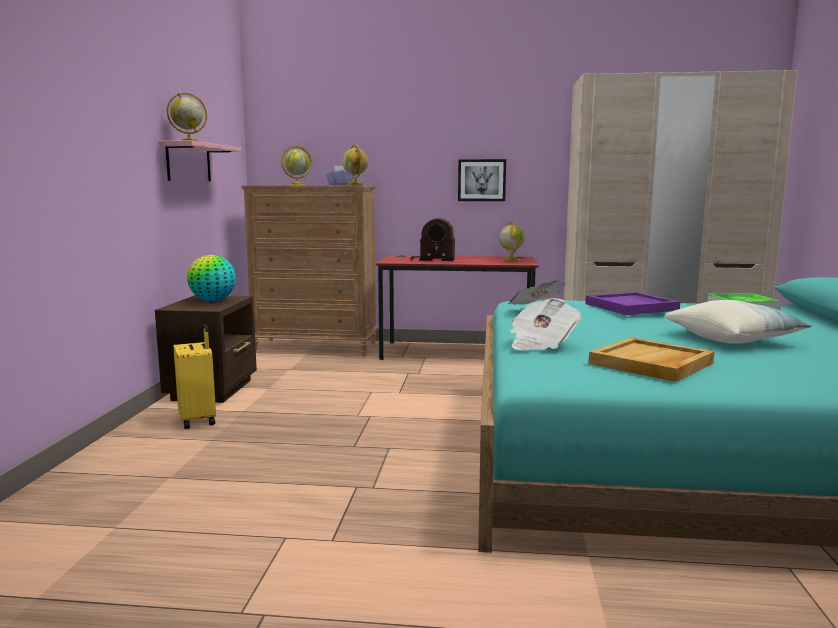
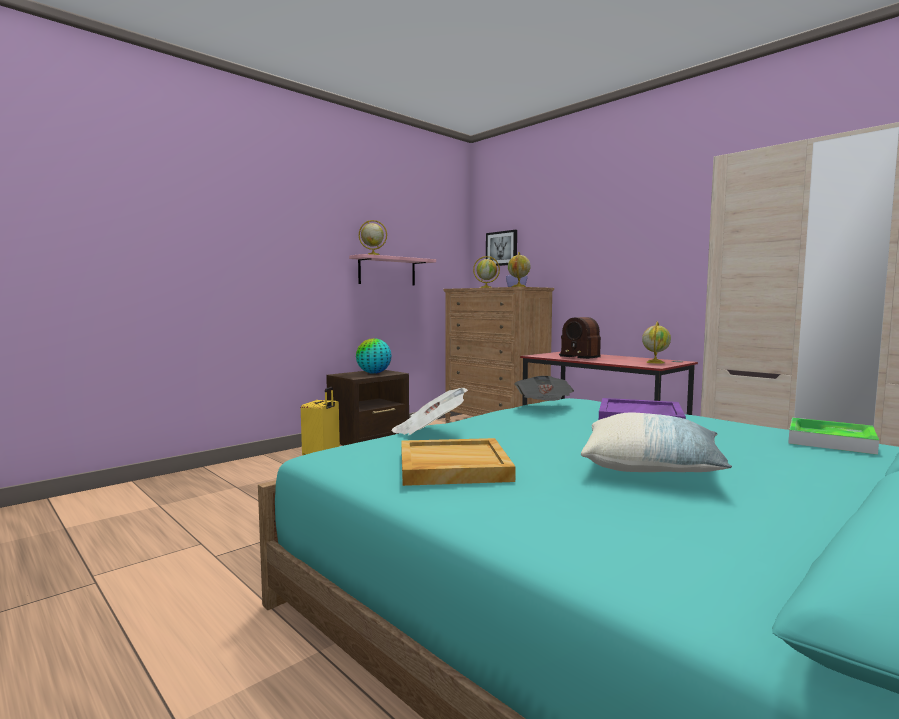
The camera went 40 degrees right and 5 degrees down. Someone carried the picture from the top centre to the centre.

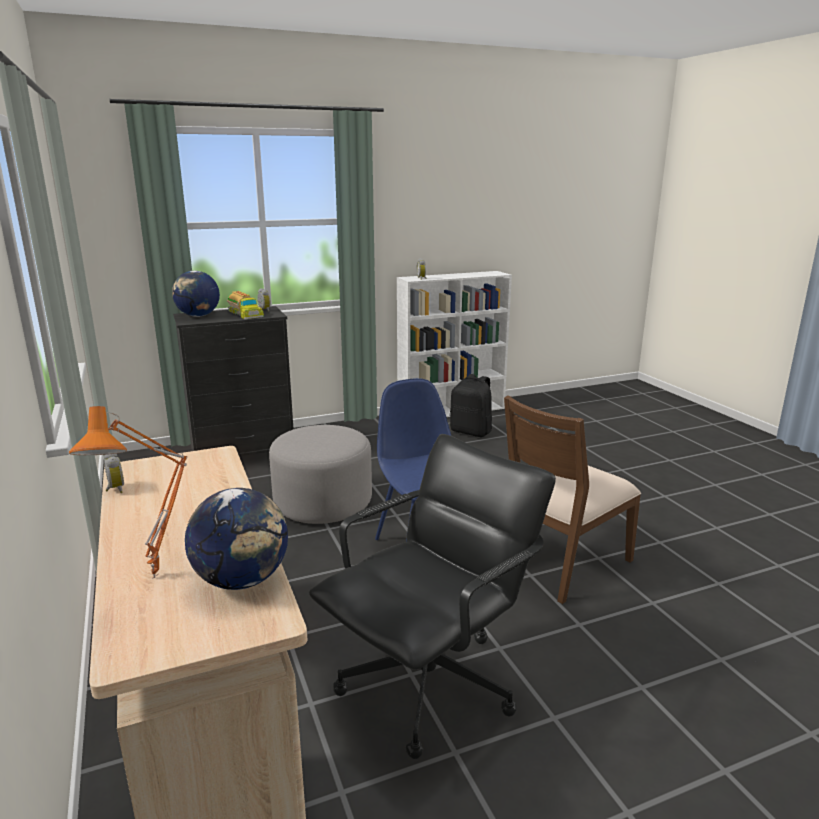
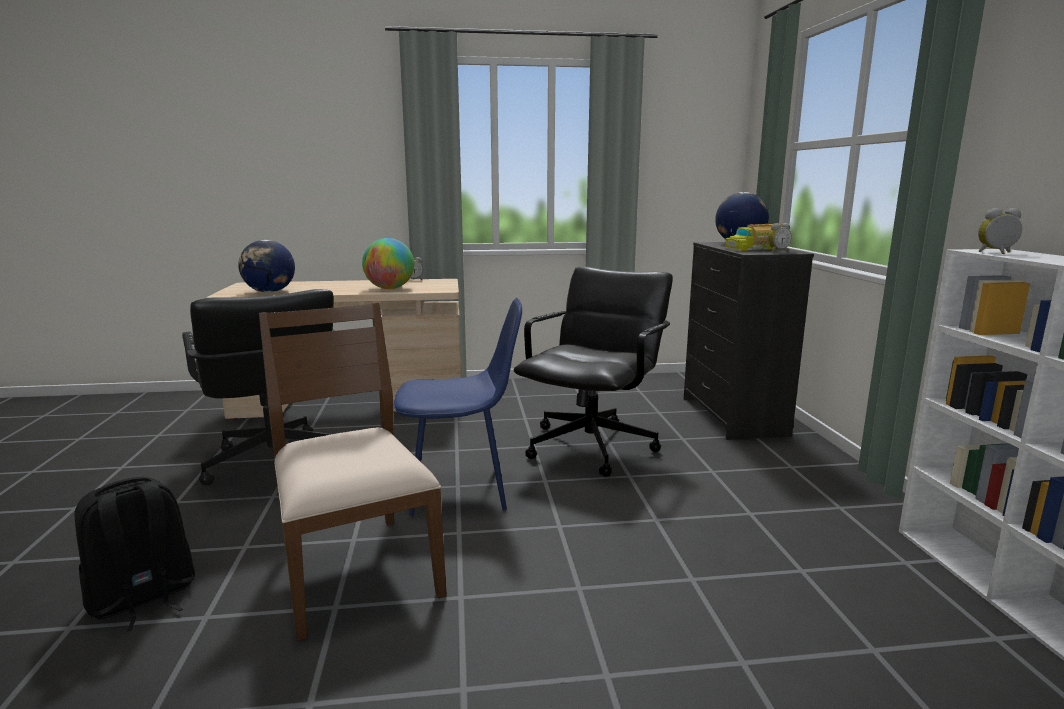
The camera went 105 degrees right and 5 degrees down. Someone took away the table lamp (orange) at the middle left. Someone swapped the ottoman (grey) at the centre for the office chair (black) (2nd from left) at the centre. Someone carried the backpack (black) from the centre to the bottom left. Someone put down the globe (2nd from left) at the centre.

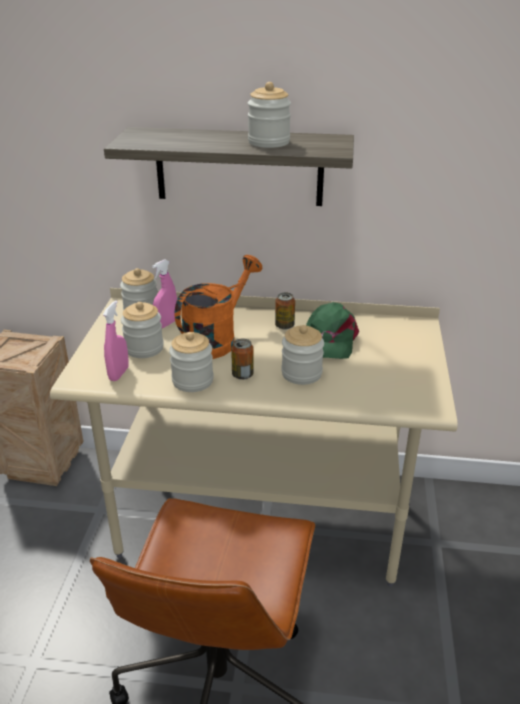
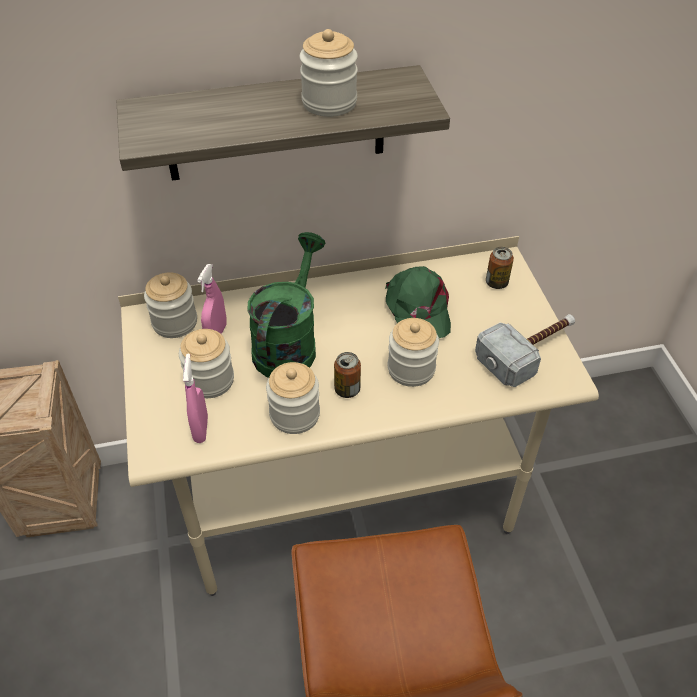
The camera went 20 degrees left and 15 degrees up. Someone repainted the watering can (orange) at the centre, which became the watering can (green) at the centre. Someone carried the can (2nd from left) from the centre to the middle right. Someone put down the hammer at the middle right.

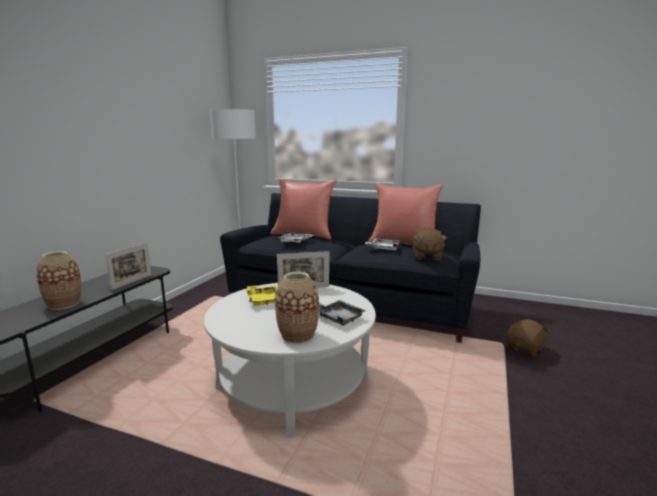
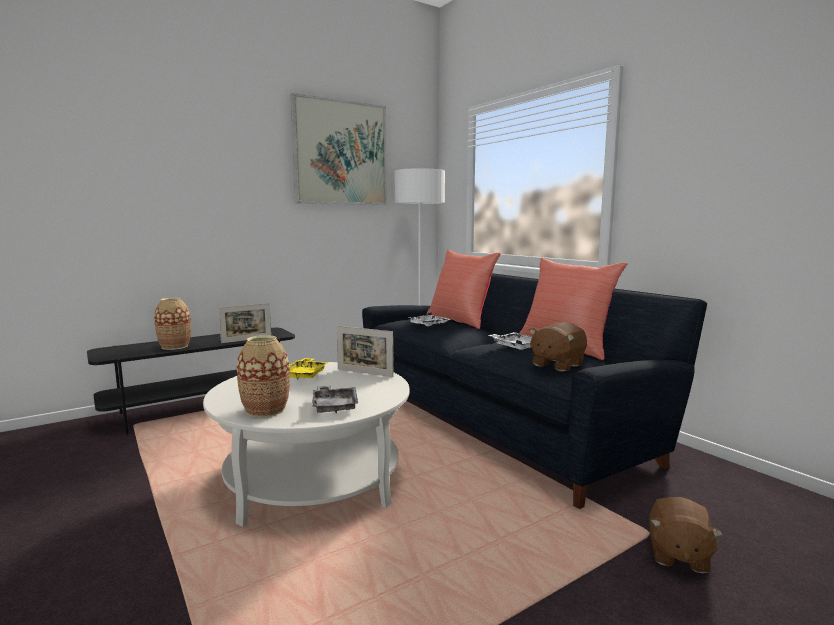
The camera went 35 degrees right and 5 degrees down. Someone rotated the plush toy (brown) (2nd from left) at the bottom right by 120 degrees clockwise. Someone put up the picture at the top centre.

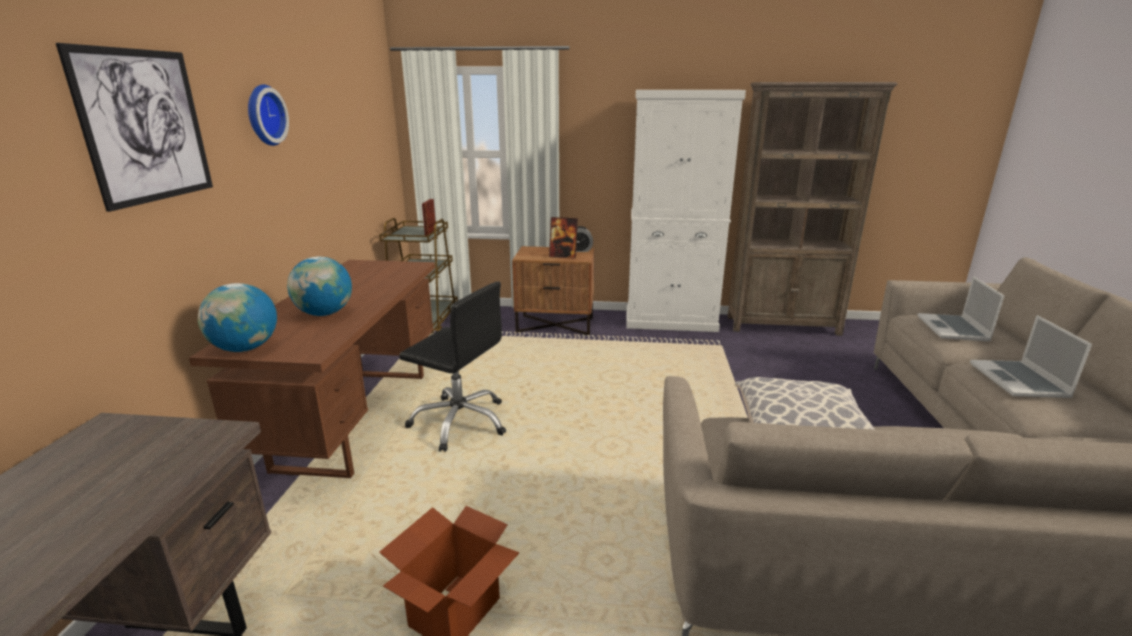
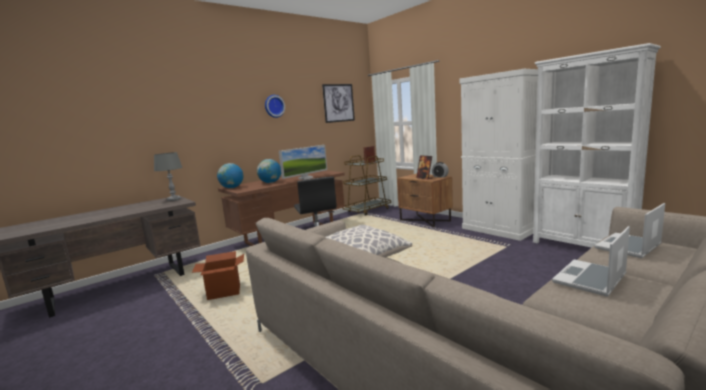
The camera went 45 degrees right and 10 degrees down. Someone carried the picture from the top left to the top centre. Someone repainted the bookcase (brown) at the top right, which became the bookcase (white) at the middle right. Someone put down the table lamp (grey) at the middle left. Someone put down the monitor at the centre.

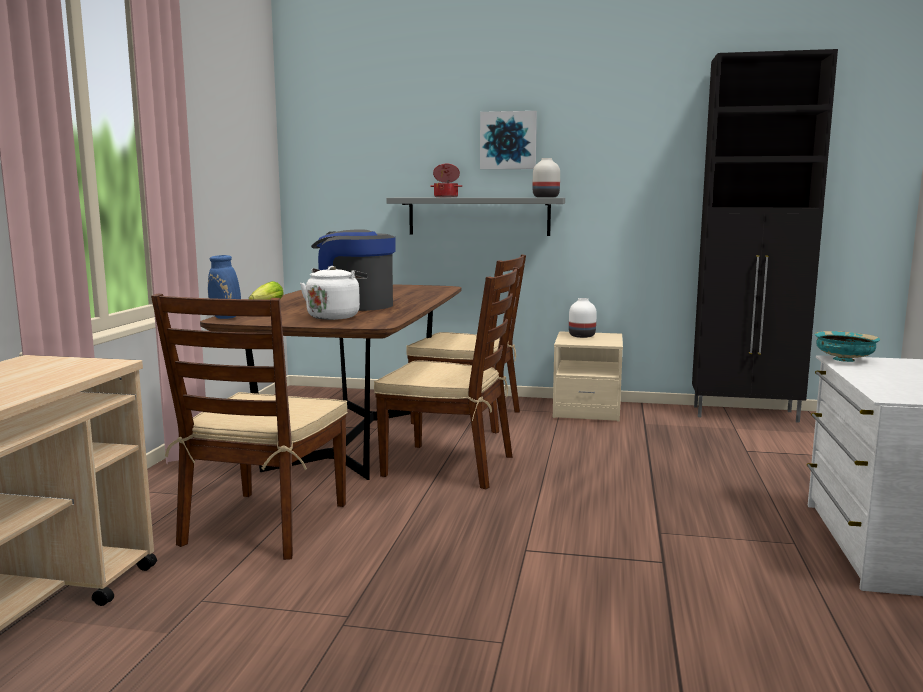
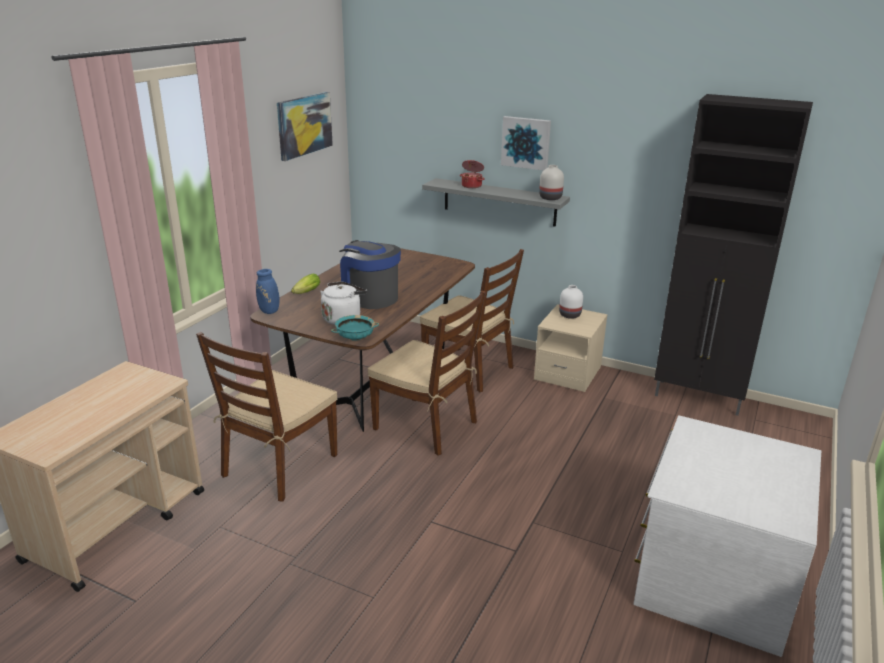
The camera went 15 degrees right and 15 degrees up. Someone carried the bowl (turquoise) from the middle right to the centre. Someone put up the picture (1st from left) at the top centre.

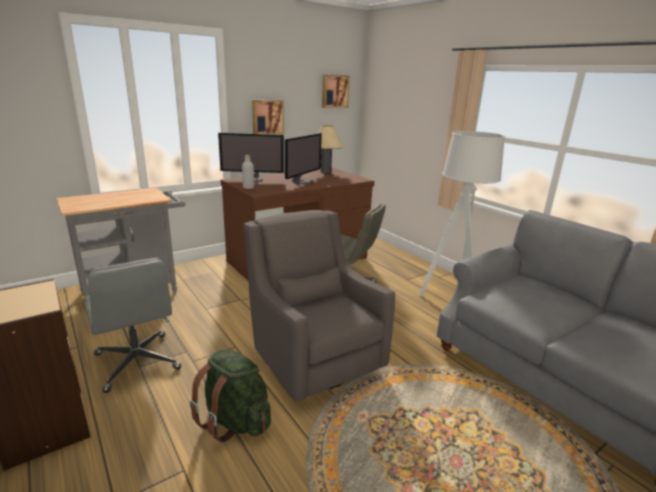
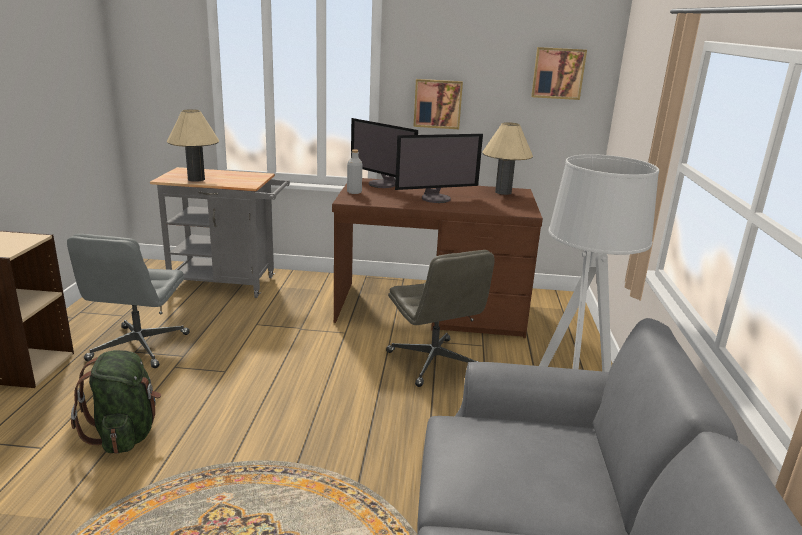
The camera went 40 degrees right and 0 degrees up. Someone took away the armchair (grey) at the centre. Someone put down the table lamp (beige) (1st from left) at the top left.

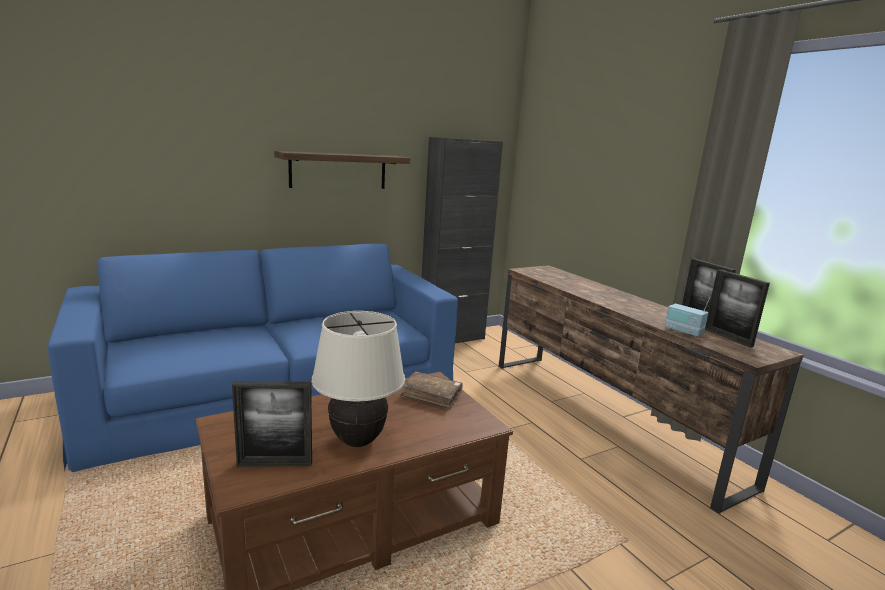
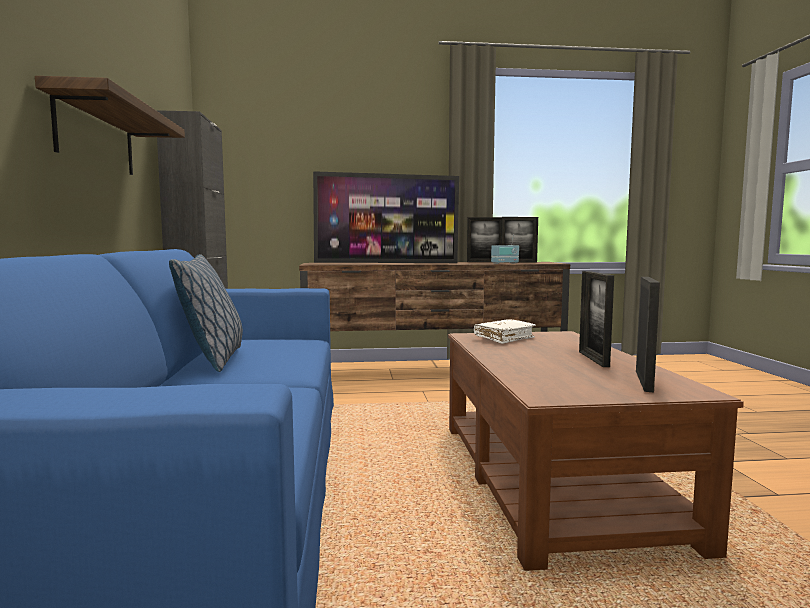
The camera went 65 degrees left and 10 degrees down. Someone swapped the table lamp (beige) at the centre for the picture frame (3rd from left) at the middle right. Someone repainted the book (brown) at the centre, which became the book (white) at the centre. Someone put down the pillow at the middle left. Someone put down the television at the centre.

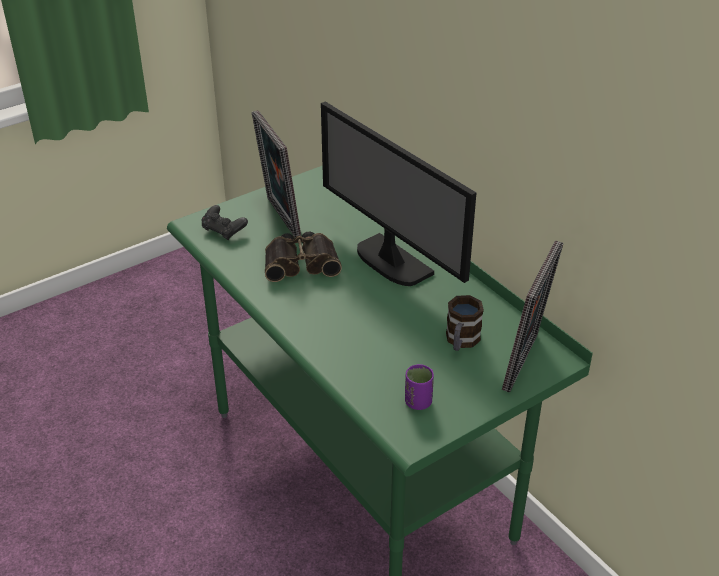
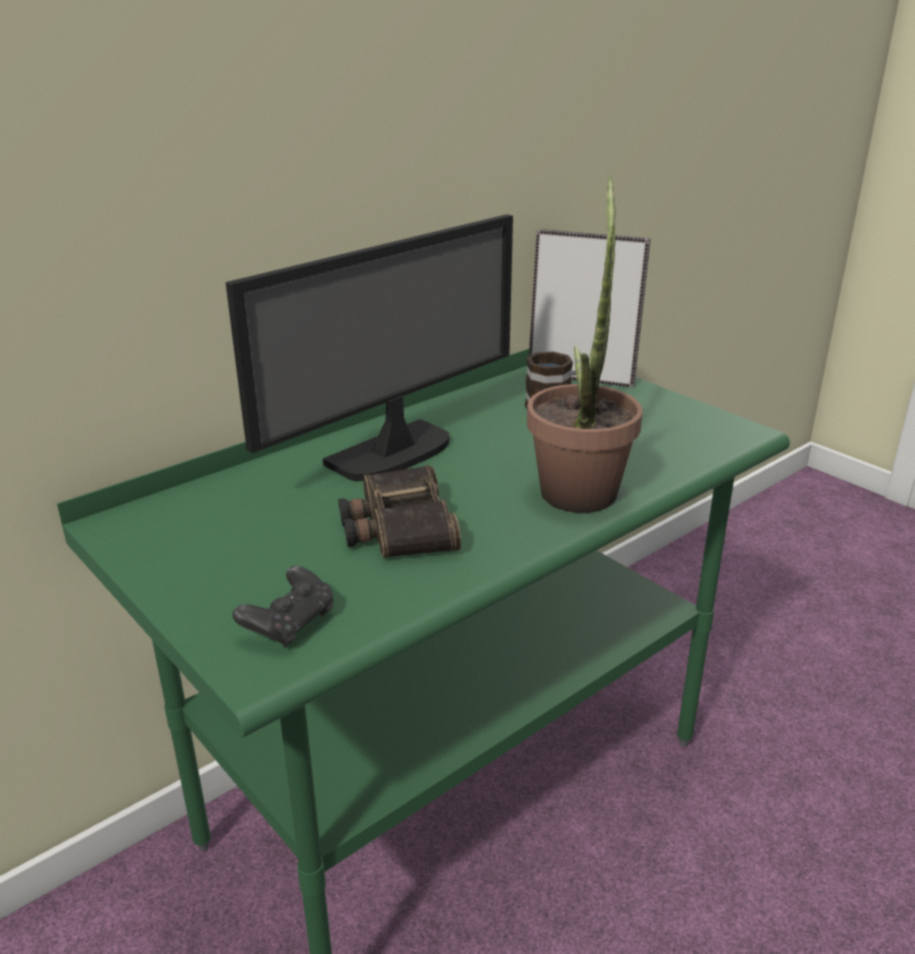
The camera went 95 degrees left and 10 degrees down. Someone took away the picture frame (1st from left) at the top centre. Someone took away the cup (purple) at the bottom centre. Someone put down the potted plant at the centre.

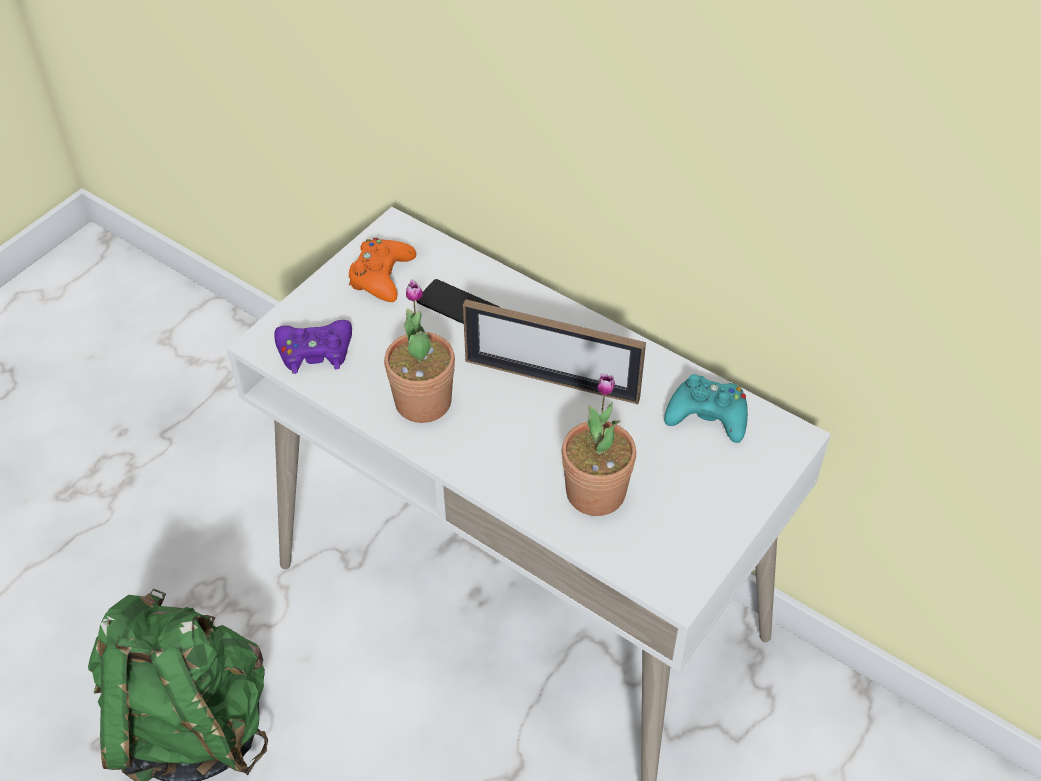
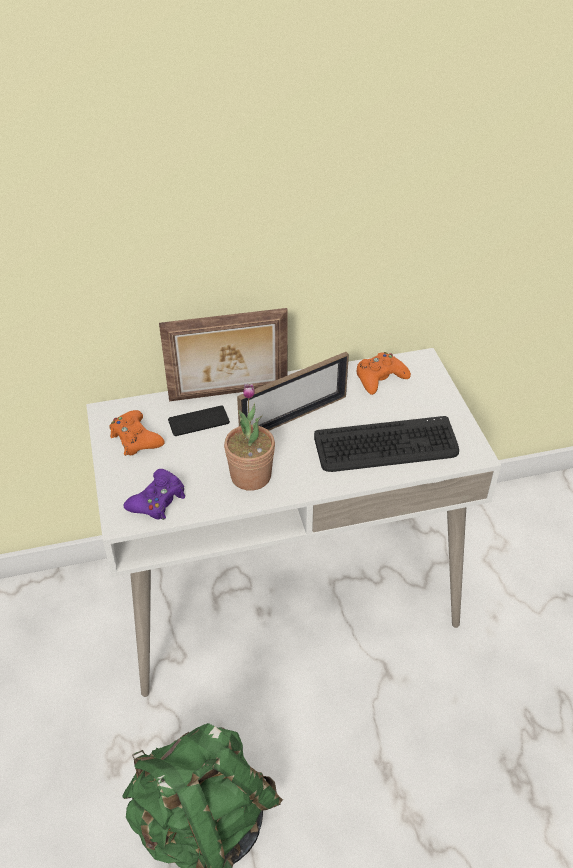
The camera went 50 degrees left and 5 degrees down. Someone swapped the potted plant (2nd from left) at the centre for the keyboard at the middle right. Someone repainted the game controller (turquoise) at the middle right, which became the game controller (orange) (2nd from left) at the middle right. Someone put down the picture frame (1st from left) at the centre.

